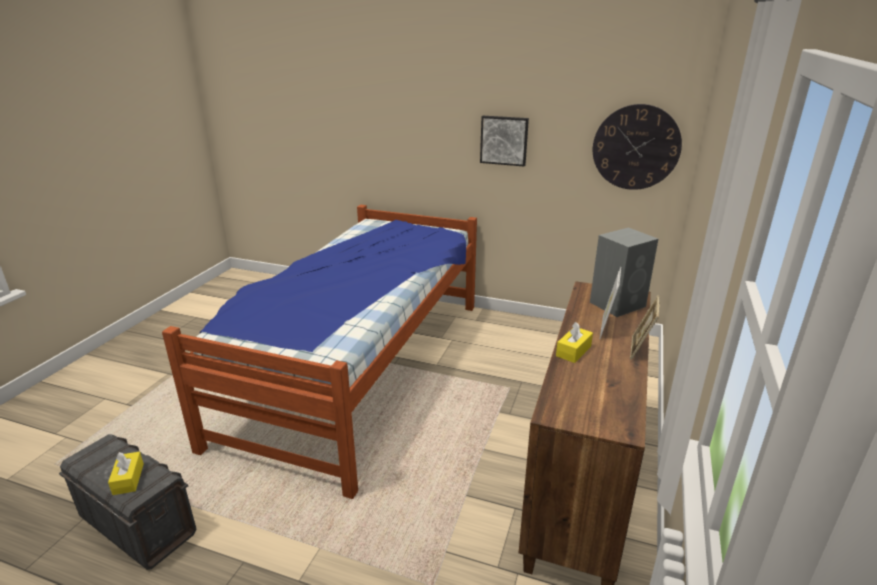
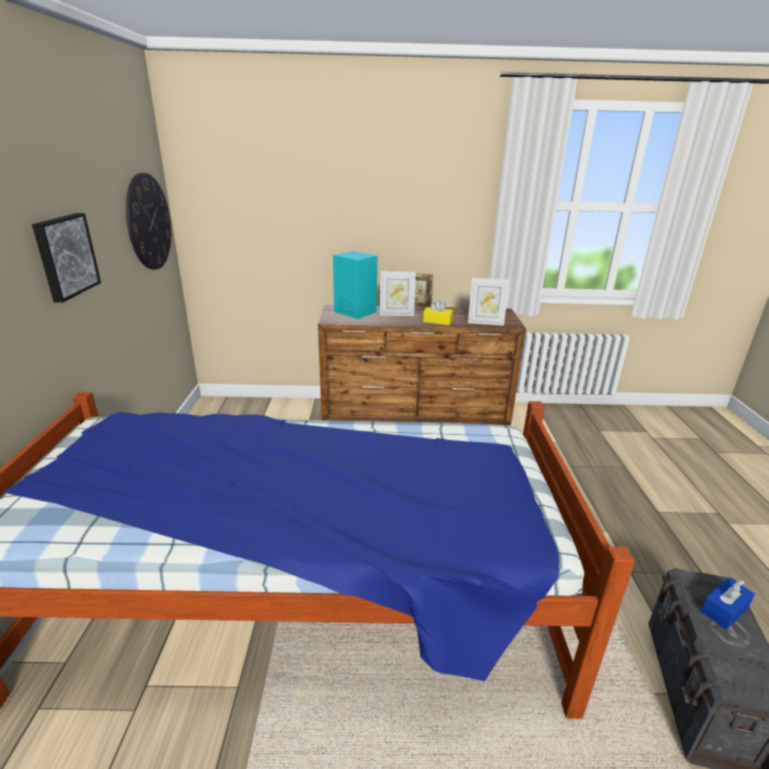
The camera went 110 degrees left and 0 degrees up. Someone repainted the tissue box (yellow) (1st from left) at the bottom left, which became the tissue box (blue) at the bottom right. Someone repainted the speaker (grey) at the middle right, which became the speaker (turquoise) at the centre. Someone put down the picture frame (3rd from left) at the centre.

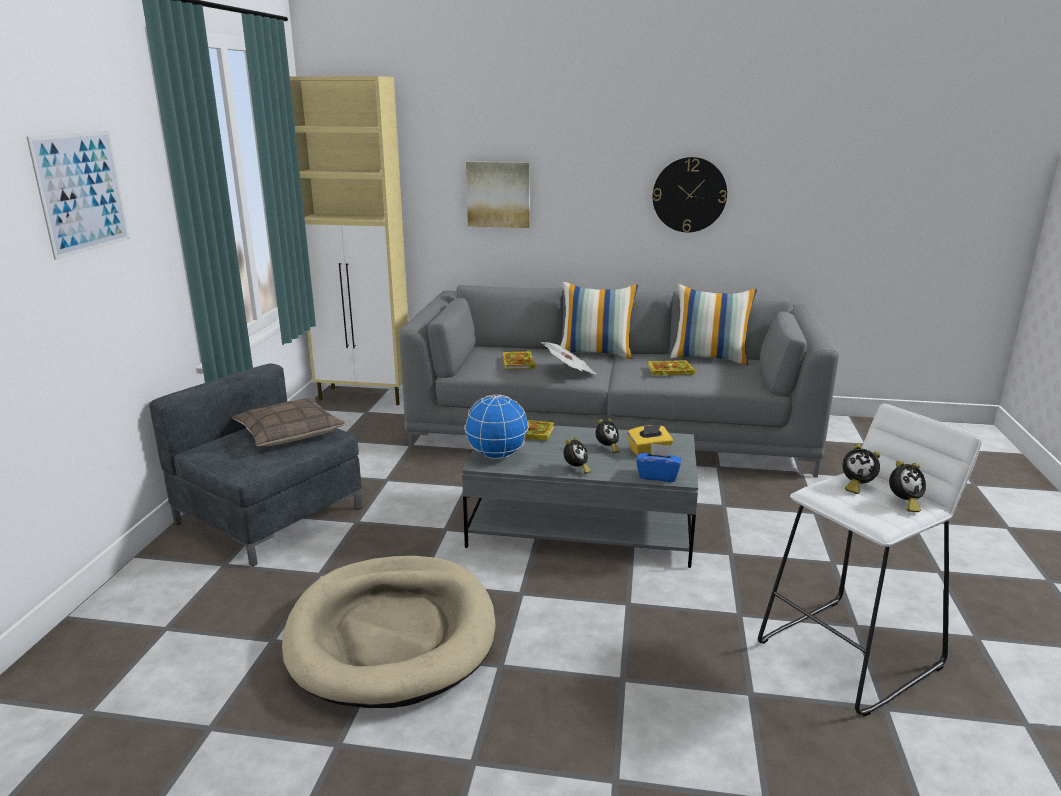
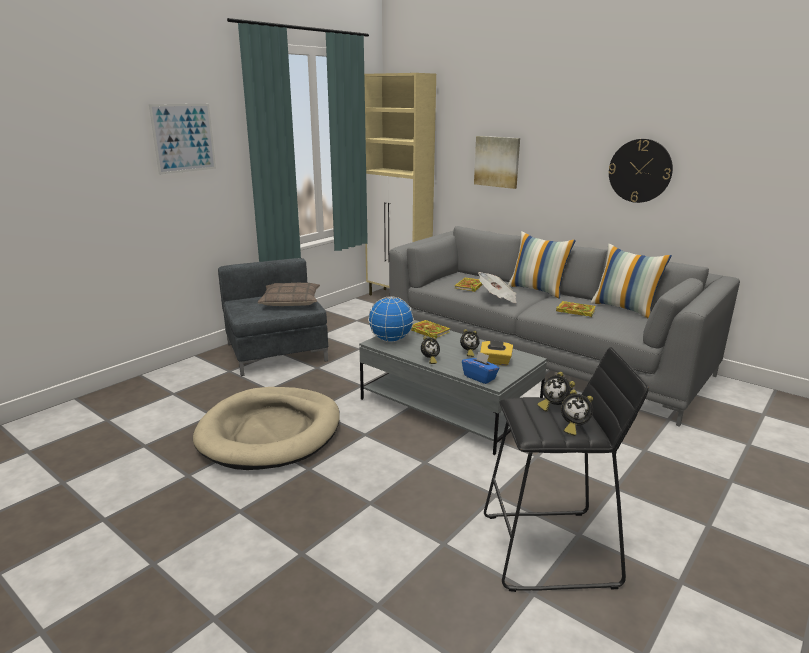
The camera went 30 degrees right and 0 degrees up. Someone repainted the stool (white) at the bottom right, which became the stool (black) at the bottom right.

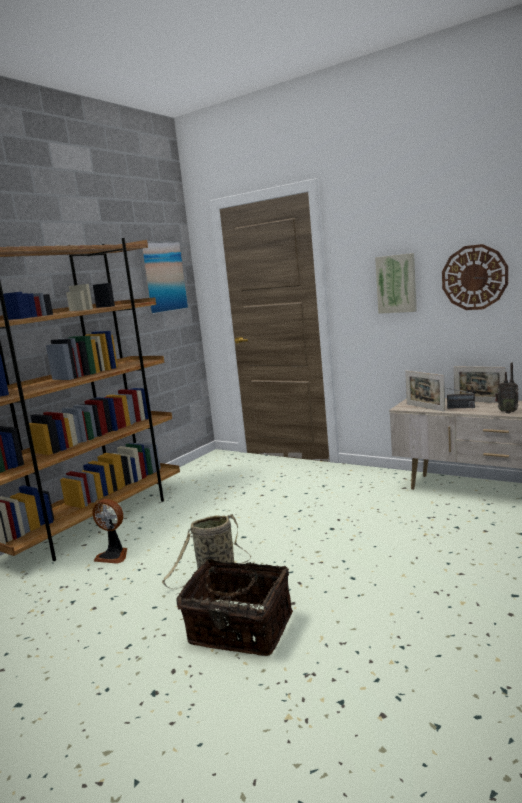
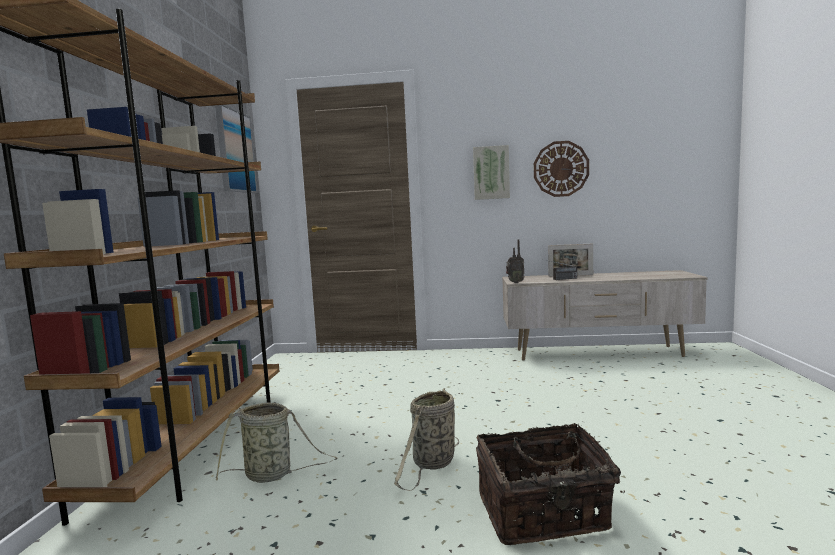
The camera went 30 degrees left and 5 degrees down. Someone swapped the fan at the middle left for the basket (1st from left) at the bottom left. Someone took away the picture frame (1st from left) at the middle right. Someone carried the radio (2nd from left in the first image) from the middle right to the centre.

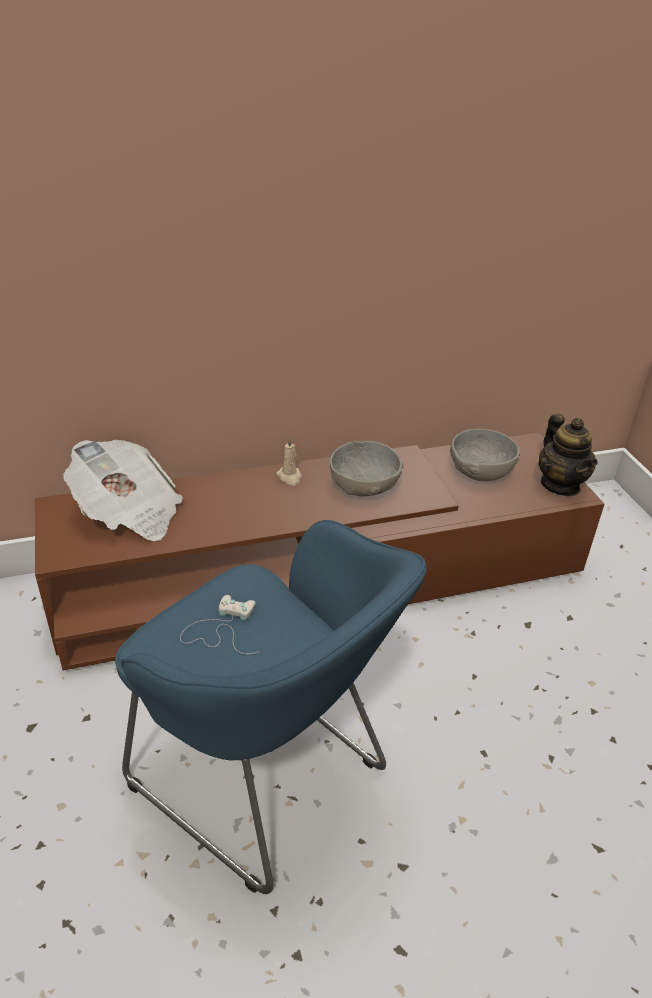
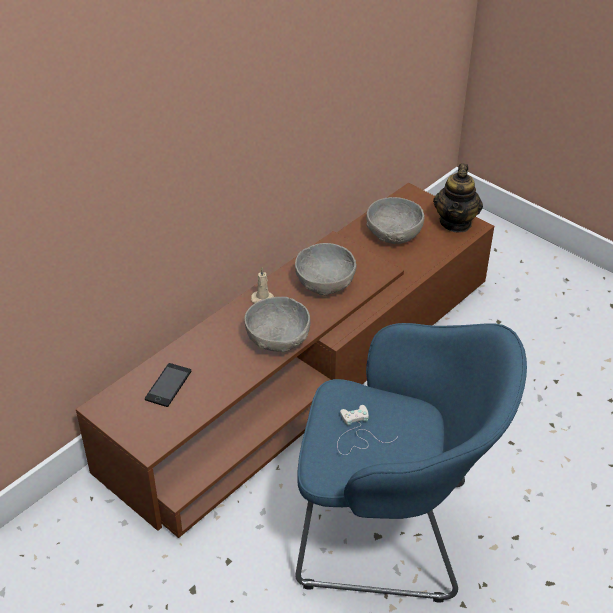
The camera went 30 degrees left and 5 degrees up. Someone swapped the newspaper at the middle left for the phone at the middle left. Someone rotated the teapot at the middle right by 60 degrees clockwise. Someone put down the bowl (grey) (1st from left) at the centre.

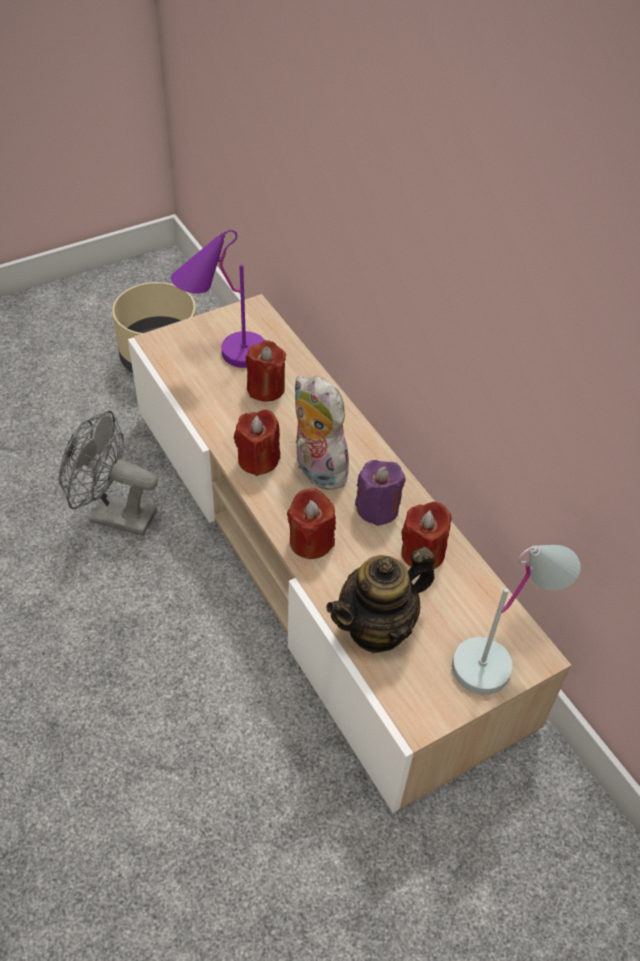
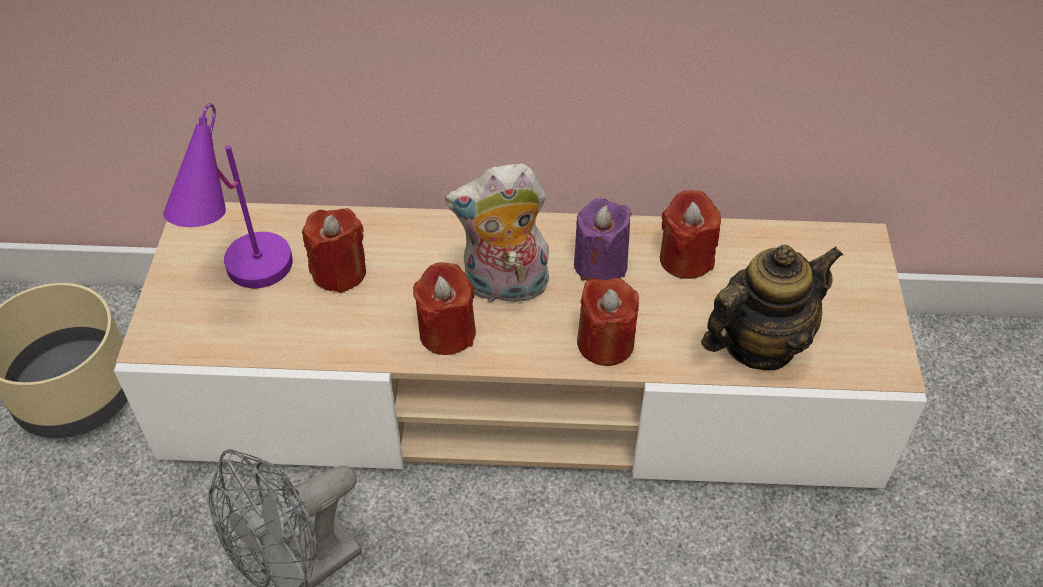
The camera went 55 degrees left and 0 degrees up. Someone rotated the teapot at the centre by 120 degrees counterclockwise. Someone took away the table lamp (white) at the middle right.

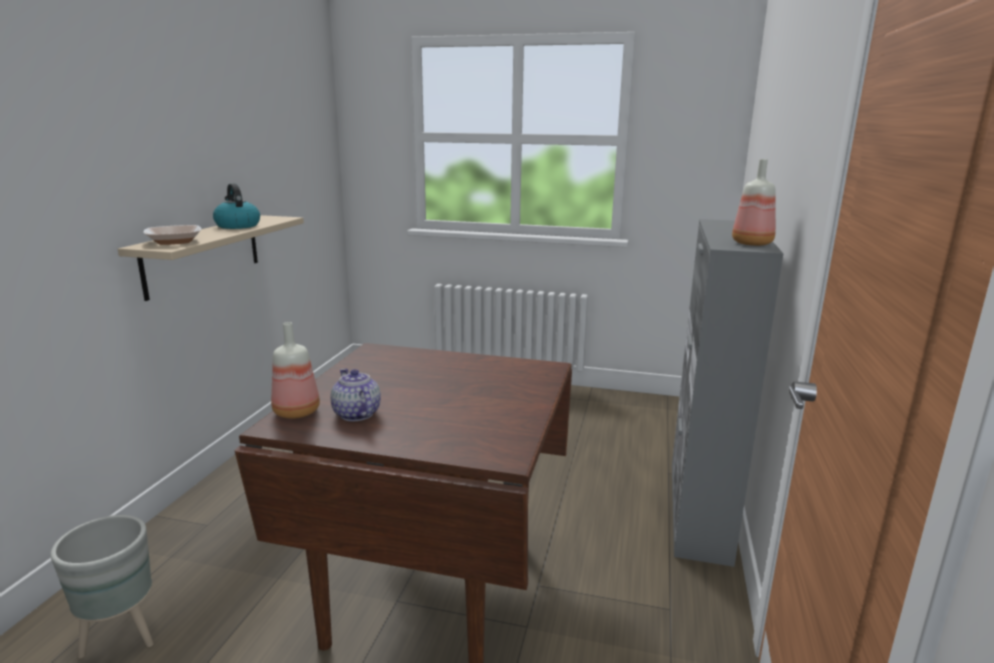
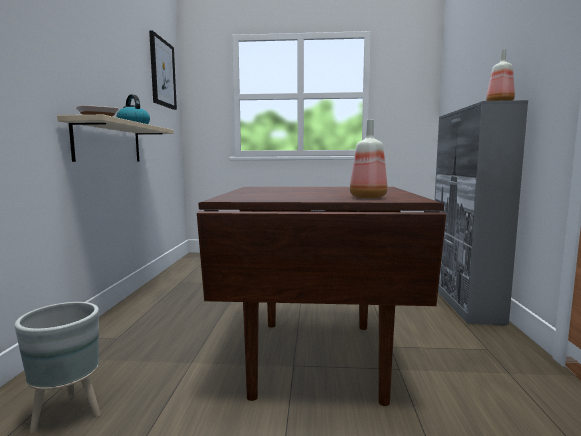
The camera went 10 degrees left and 10 degrees down. Someone carried the bottle (1st from left) from the middle left to the centre. Someone took away the teapot at the centre. Someone put up the picture at the top left.

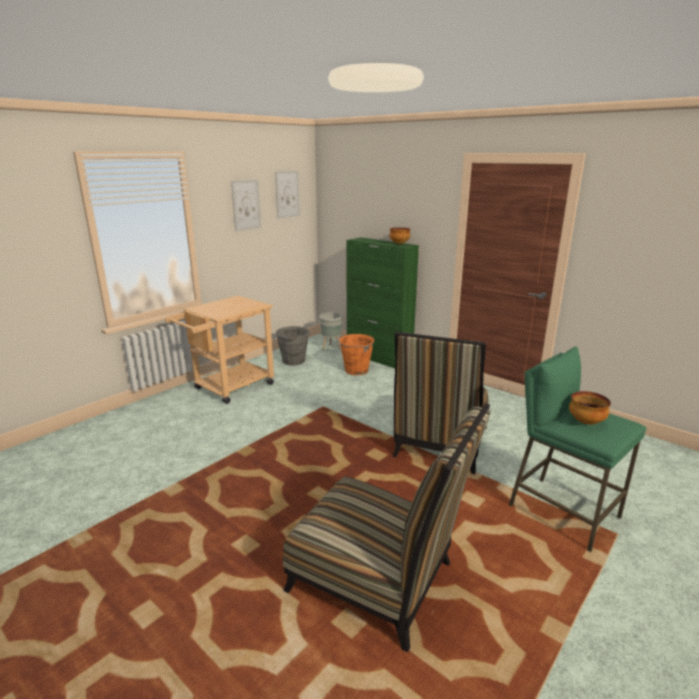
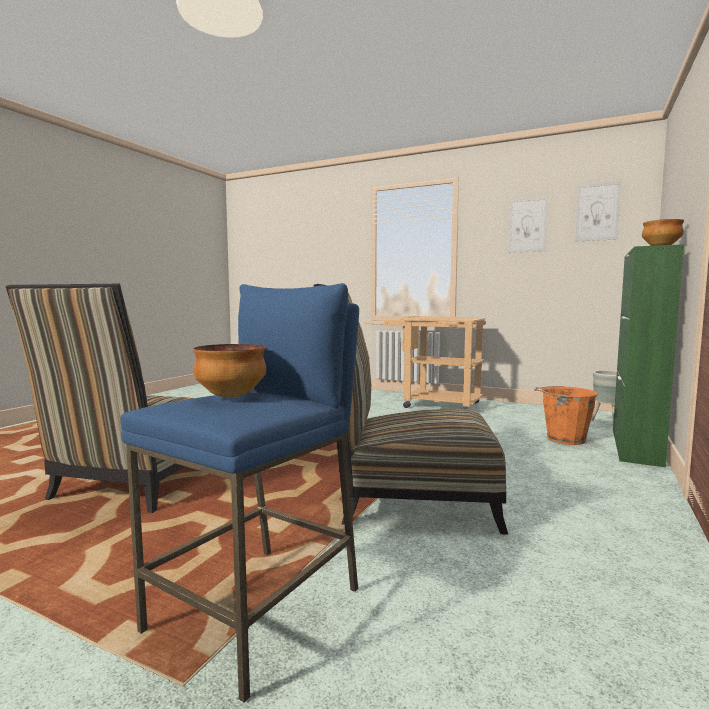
The camera went 75 degrees right and 15 degrees down. Someone took away the bucket (grey) at the centre. Someone repainted the stool (green) at the middle right, which became the stool (blue) at the bottom centre.

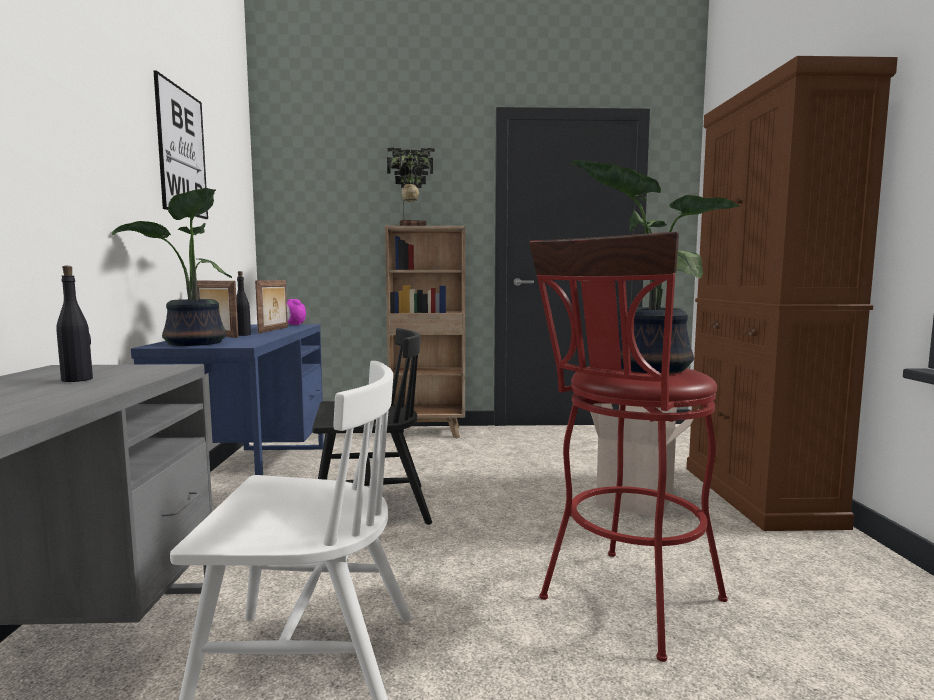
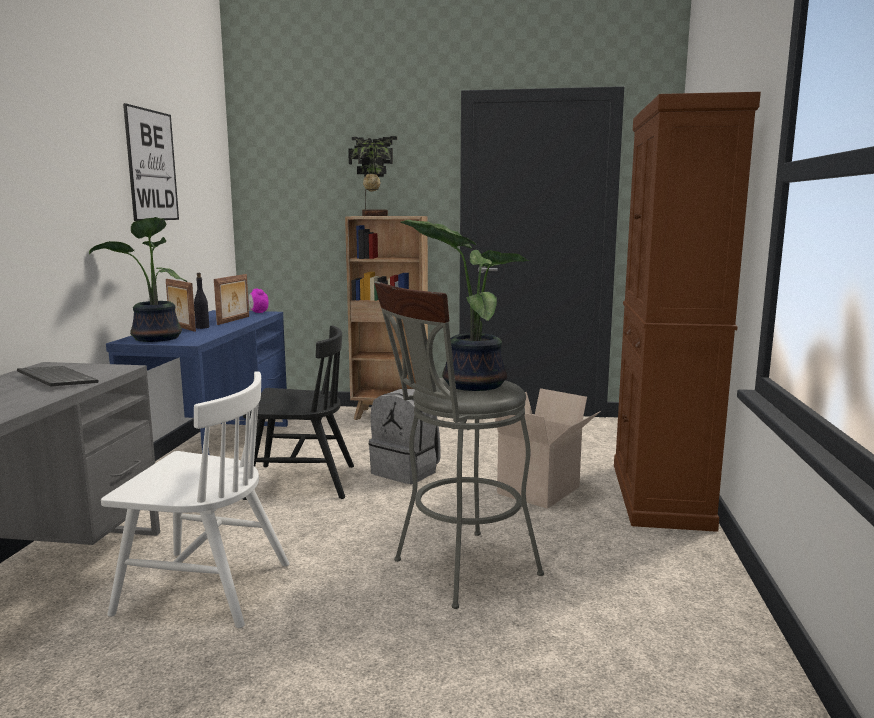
The camera went 10 degrees right and 5 degrees up. Someone swapped the bottle (black) (1st from left) at the middle left for the keyboard at the middle left. Someone repainted the stool (red) at the middle right, which became the stool (grey) at the centre. Someone put down the backpack (grey) at the centre.

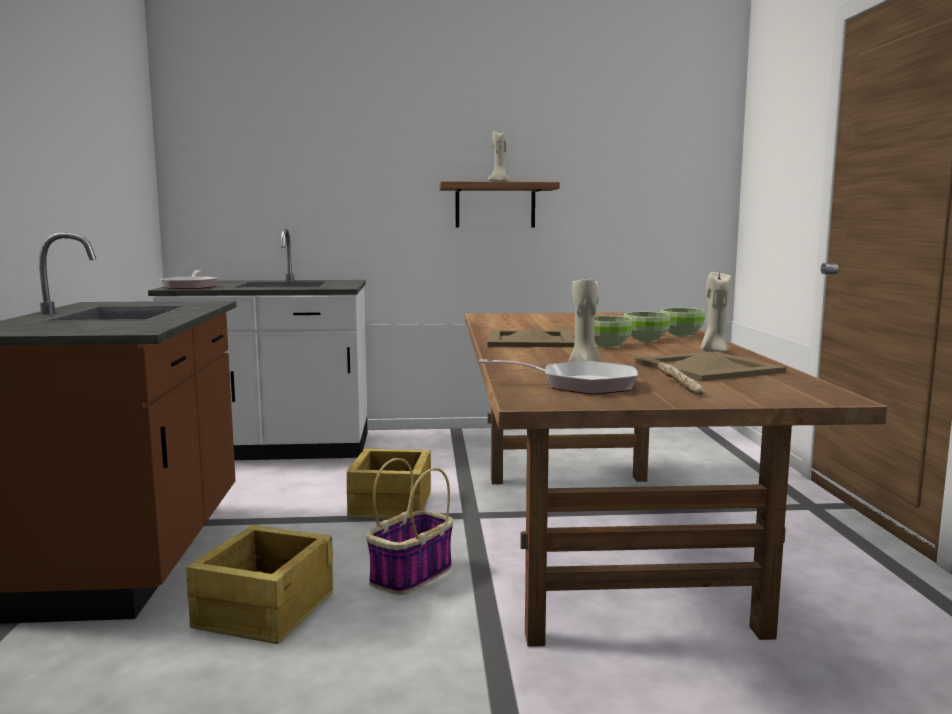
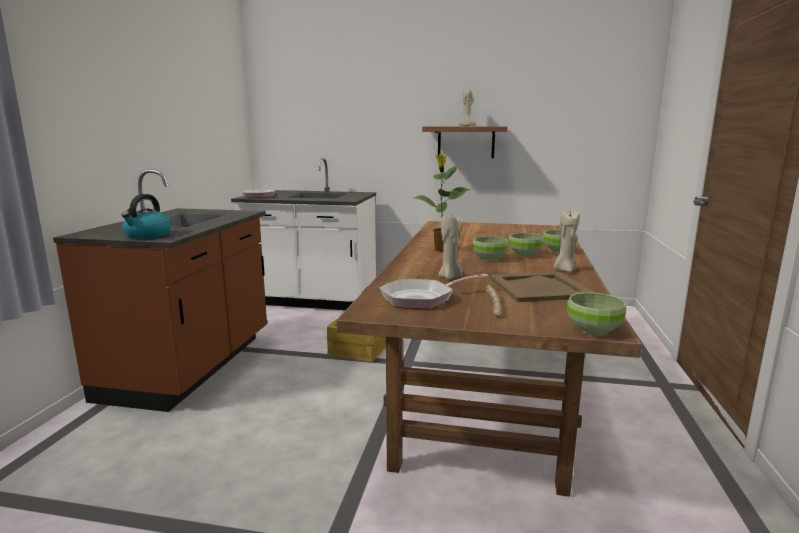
The camera went 15 degrees right and 5 degrees up. Someone took away the crate (1st from left) at the bottom left. Someone took away the basket at the bottom centre. Someone rotated the frying pan (2nd from left) at the centre by 135 degrees clockwise. Someone swapped the tray (beige) (1st from left) at the centre for the potted plant at the centre. Someone put down the kettle at the middle left. Someone put down the bowl (green) (4th from left) at the middle right.

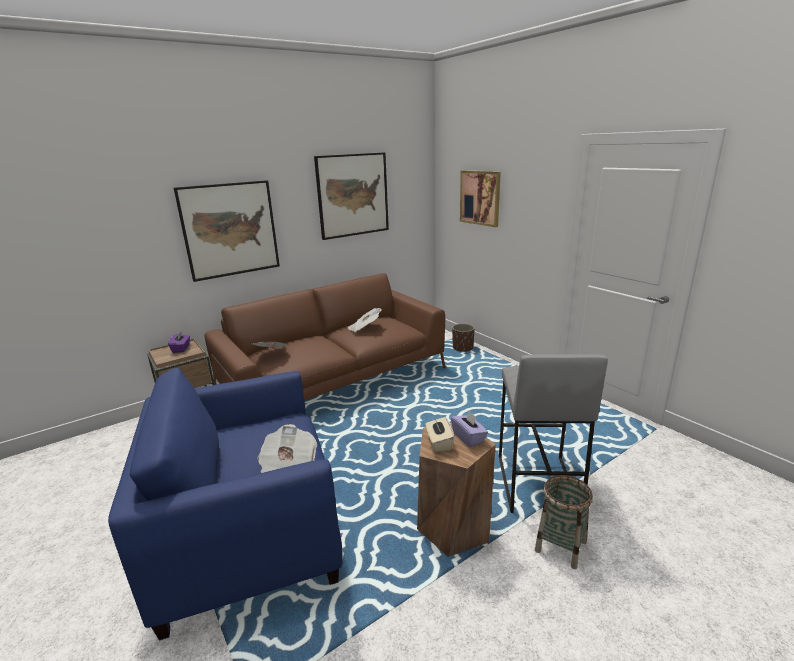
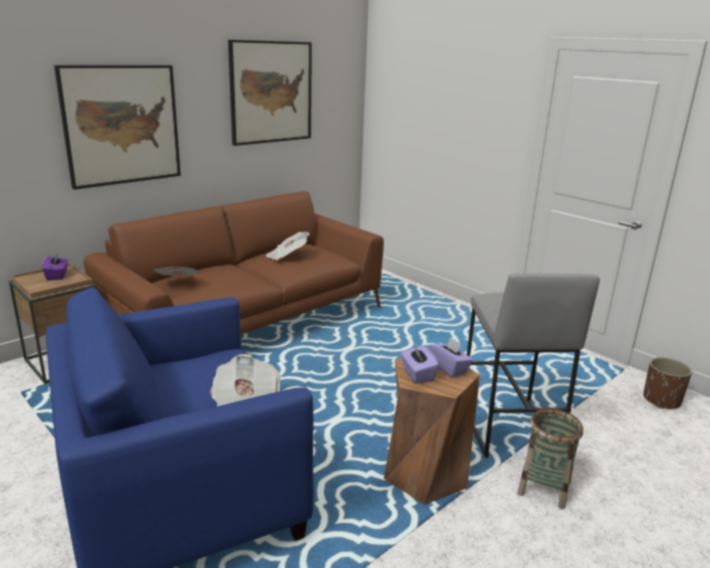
The camera went 10 degrees left and 0 degrees up. Someone repainted the tissue box (beige) at the centre, which became the tissue box (purple) (2nd from left) at the centre. Someone carried the planter (brown) from the centre to the bottom right. Someone took away the picture (3rd from left) at the top centre.

